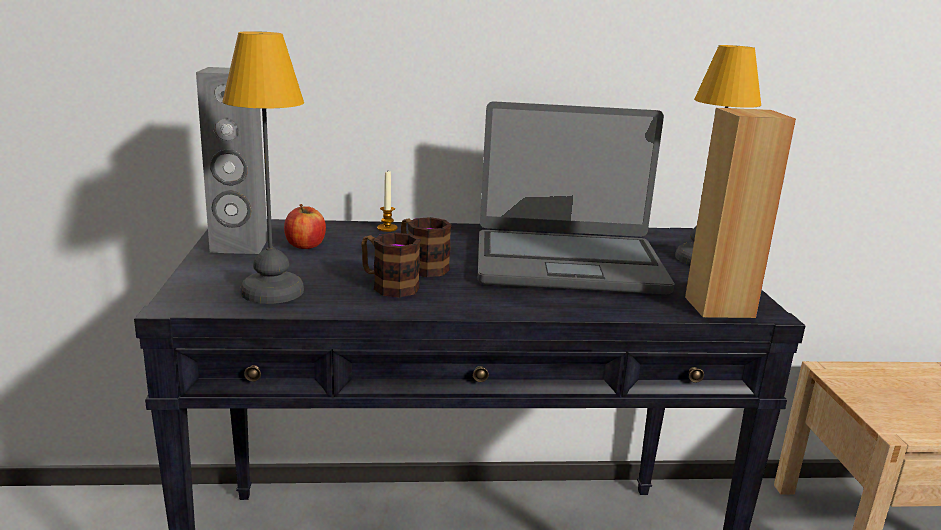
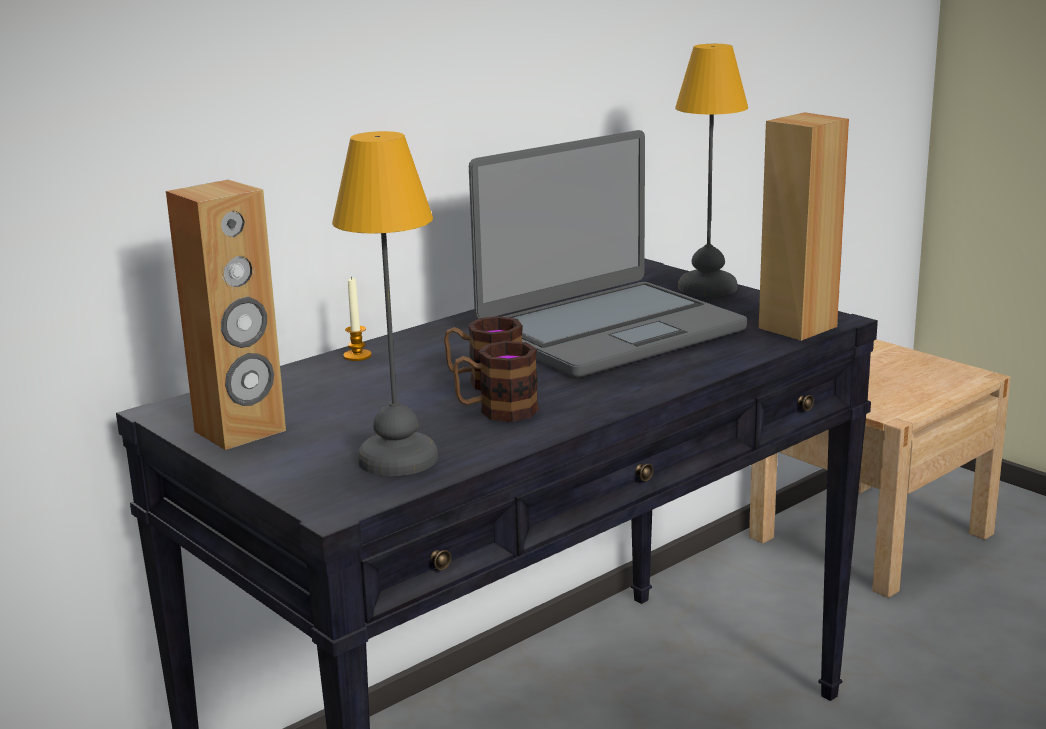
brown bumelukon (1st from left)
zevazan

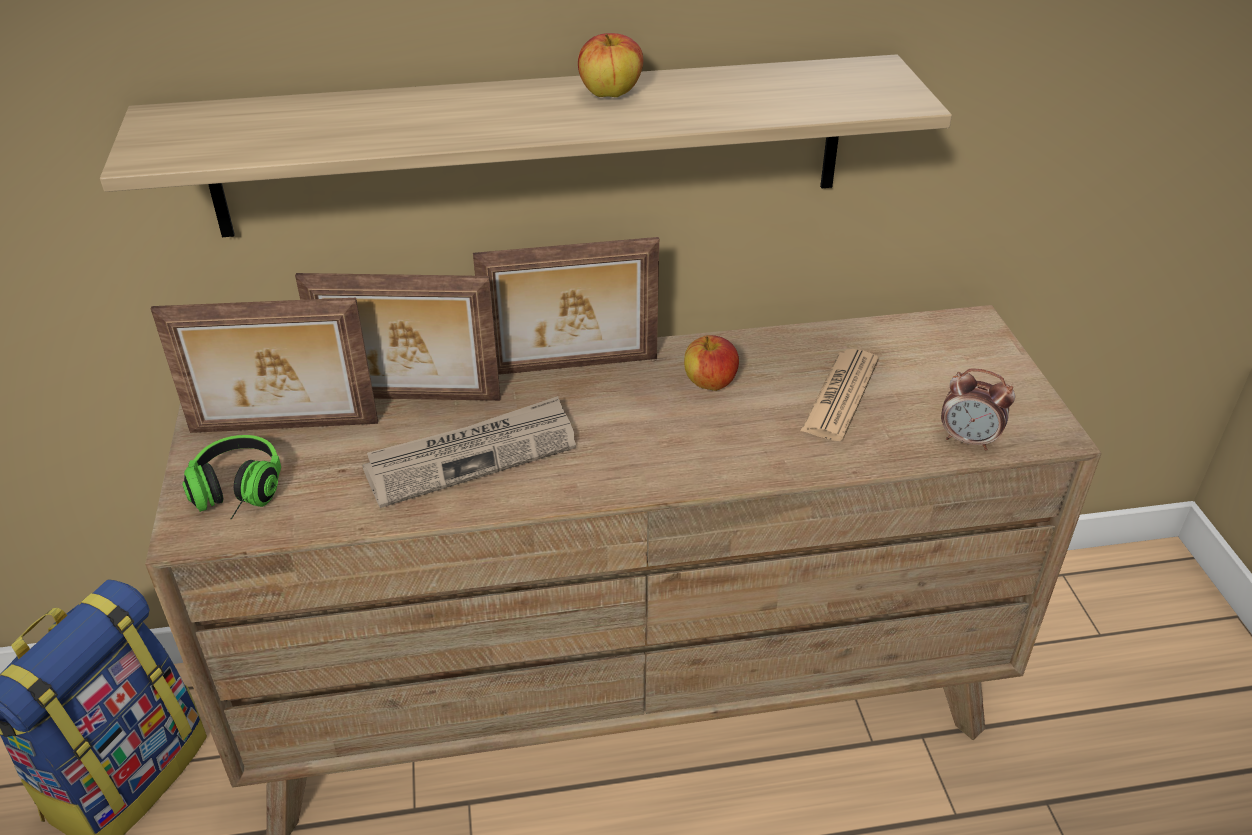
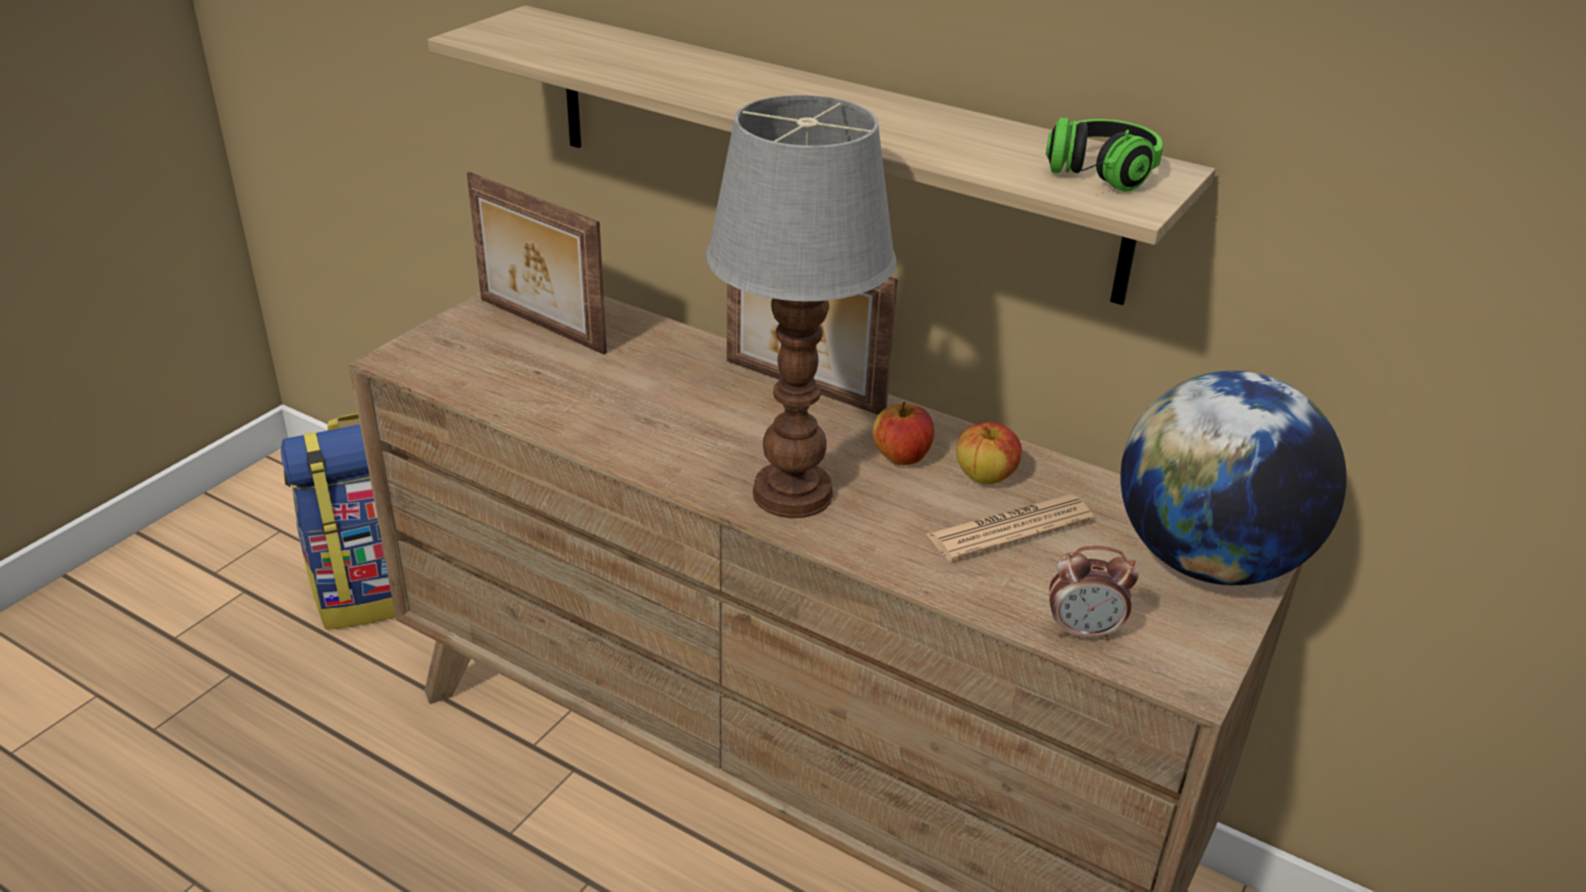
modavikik
zevazan (2nd from left)
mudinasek
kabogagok
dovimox
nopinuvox (2nd from left in the first image)
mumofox (1st from left in the first image)

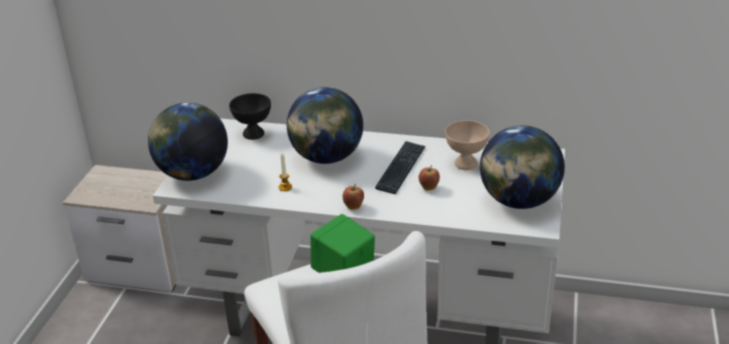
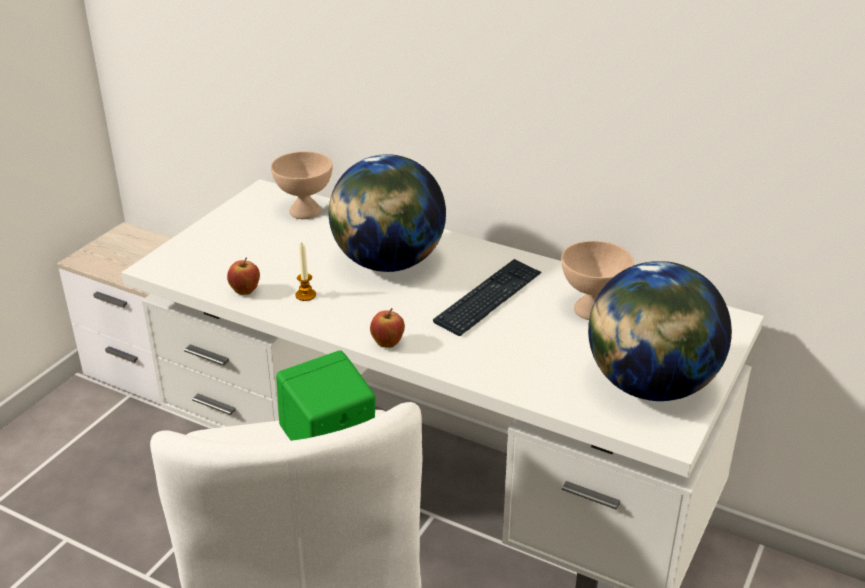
zevazan (1st from left)
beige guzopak (1st from left)
dovimox (1st from left in the first image)

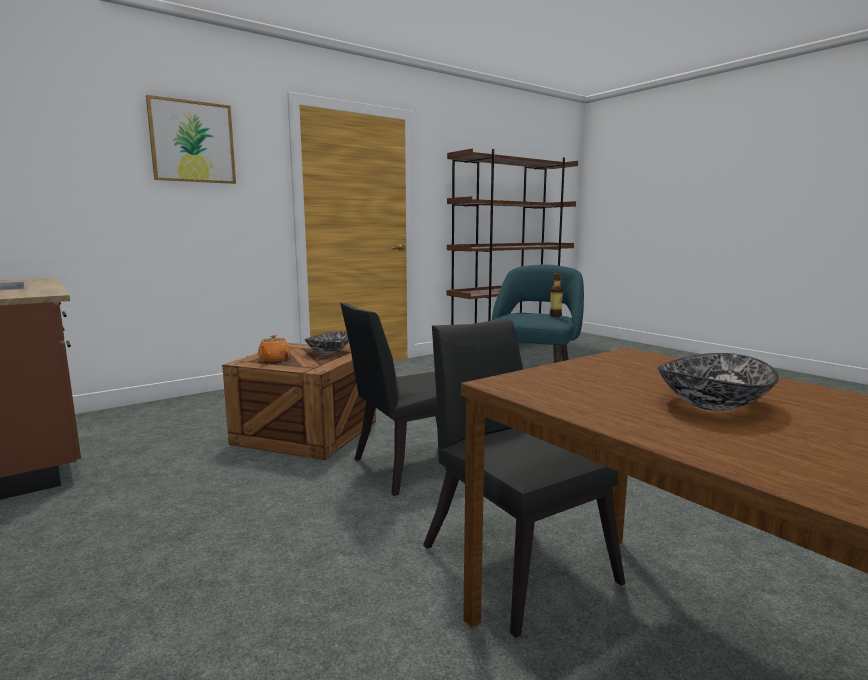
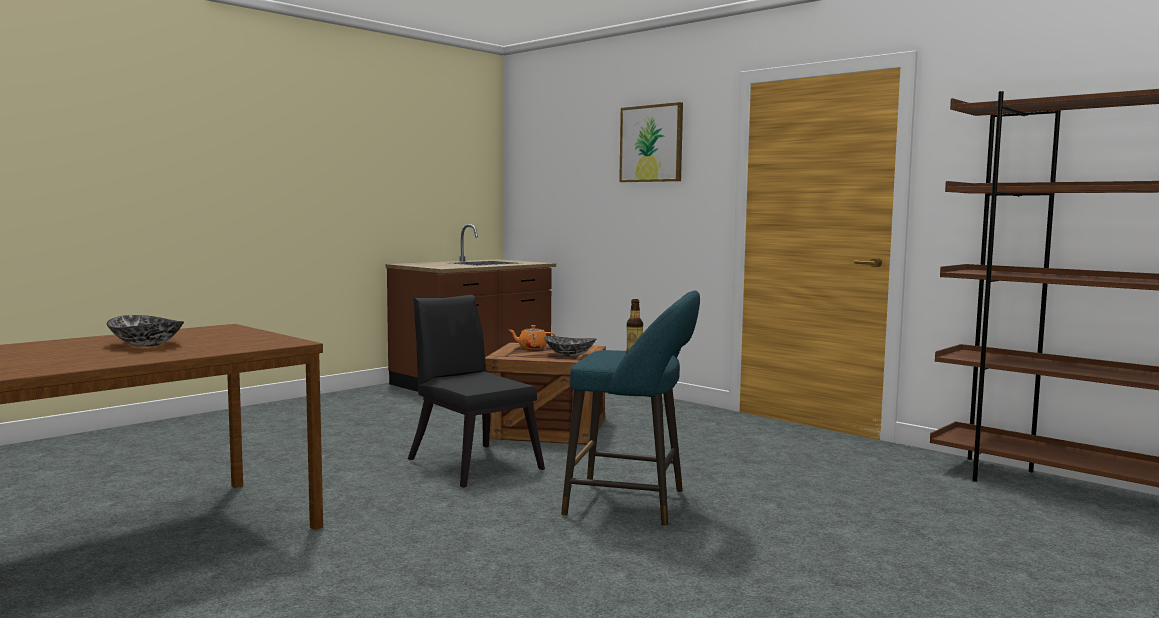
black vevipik (2nd from left in the first image)

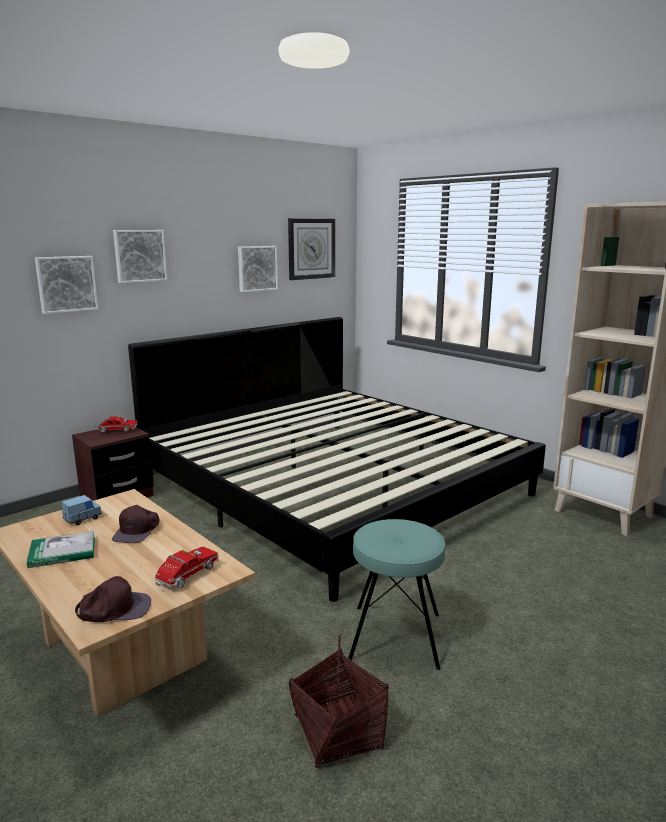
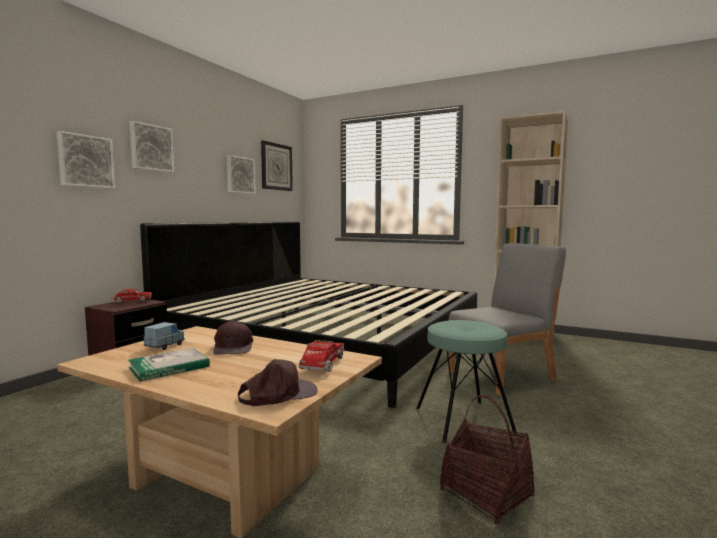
grey vevipik

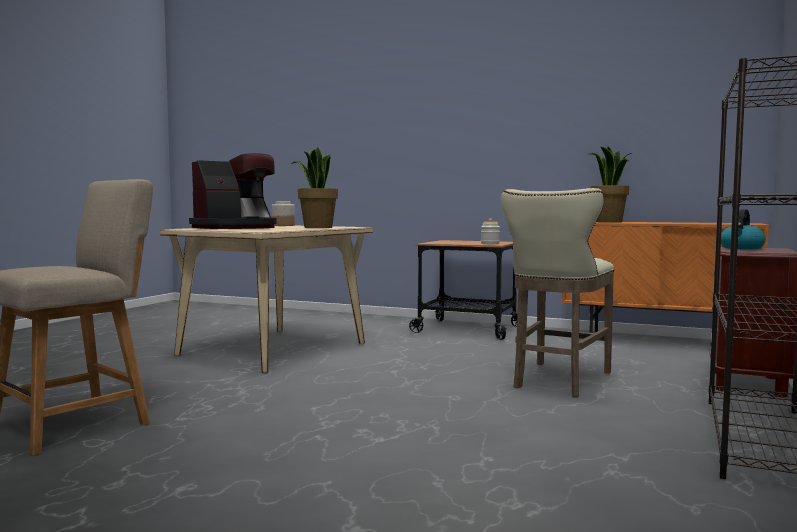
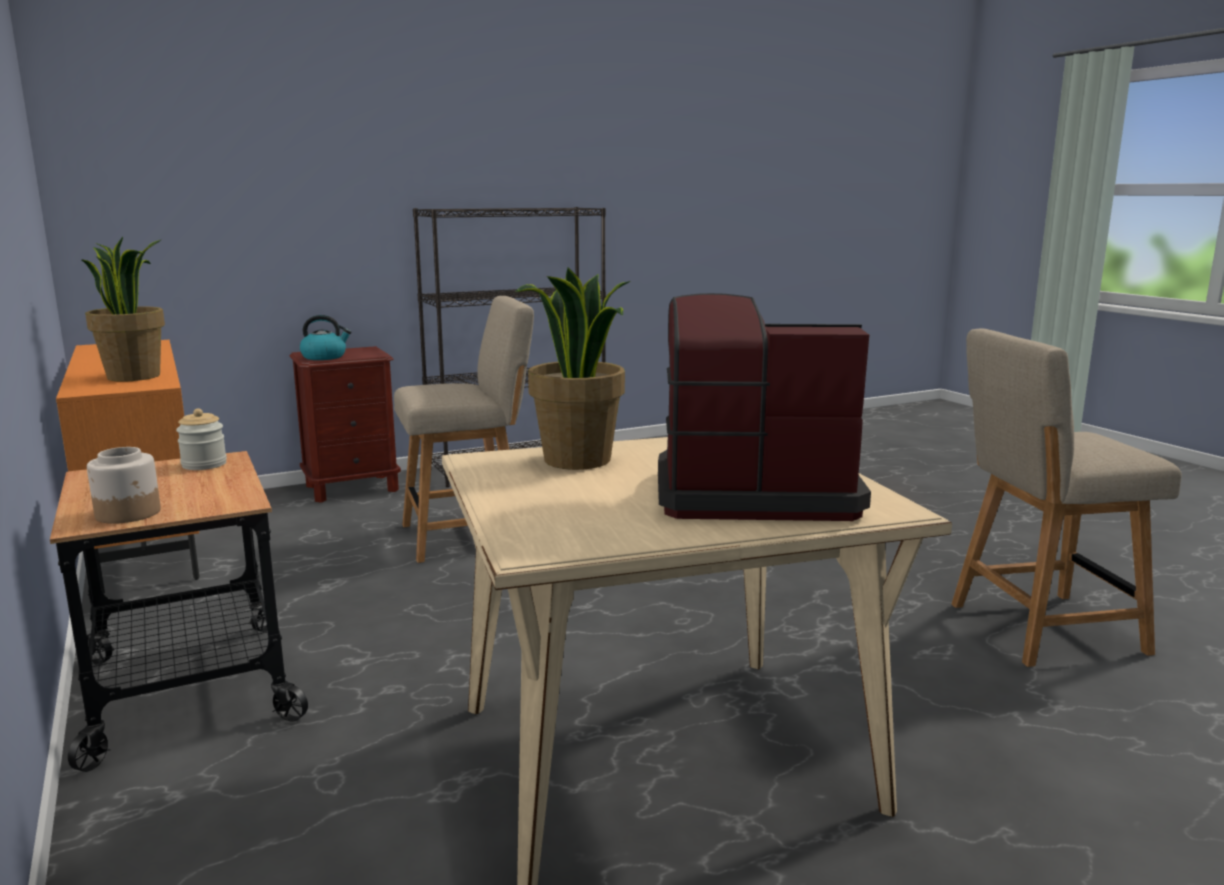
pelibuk (1st from left)
beige vevipik (1st from left)

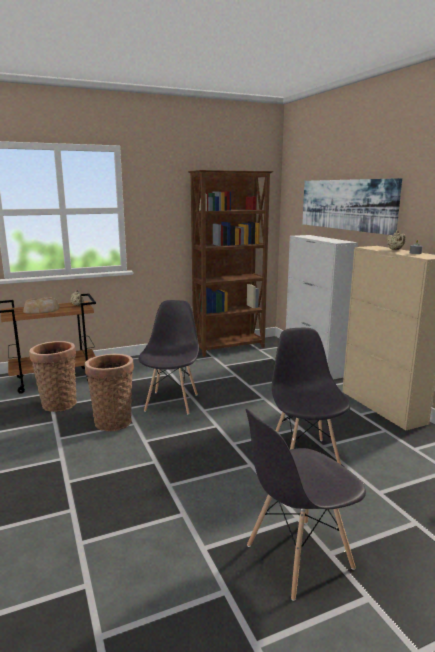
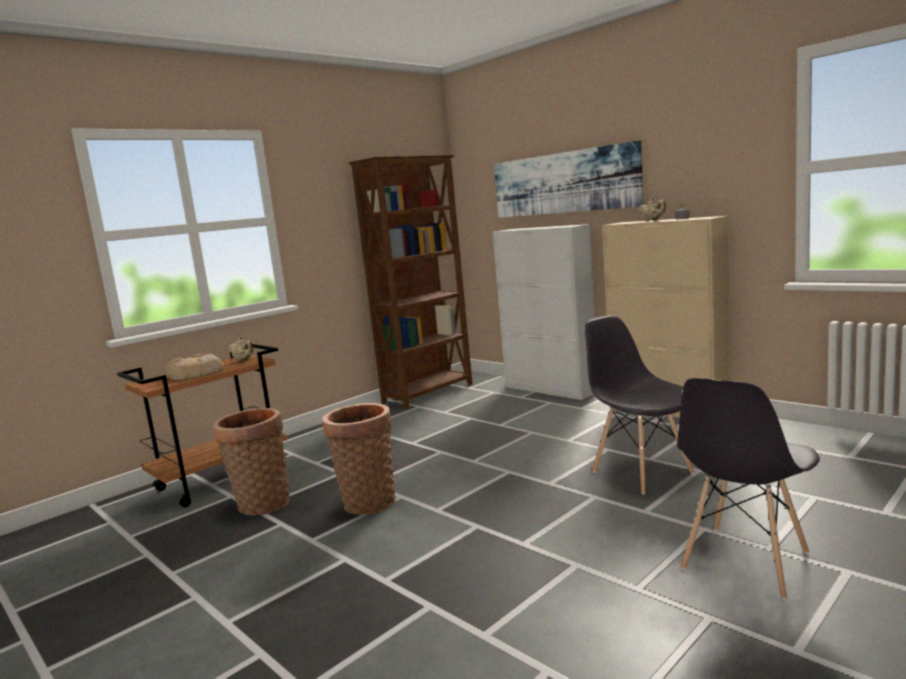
grey vevipik (1st from left in the first image)

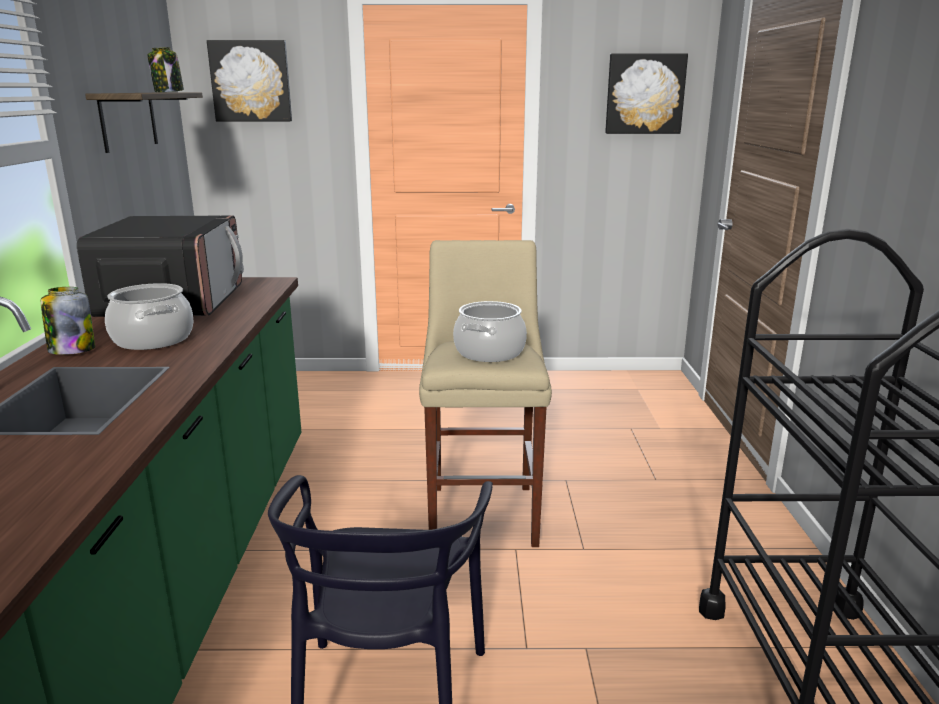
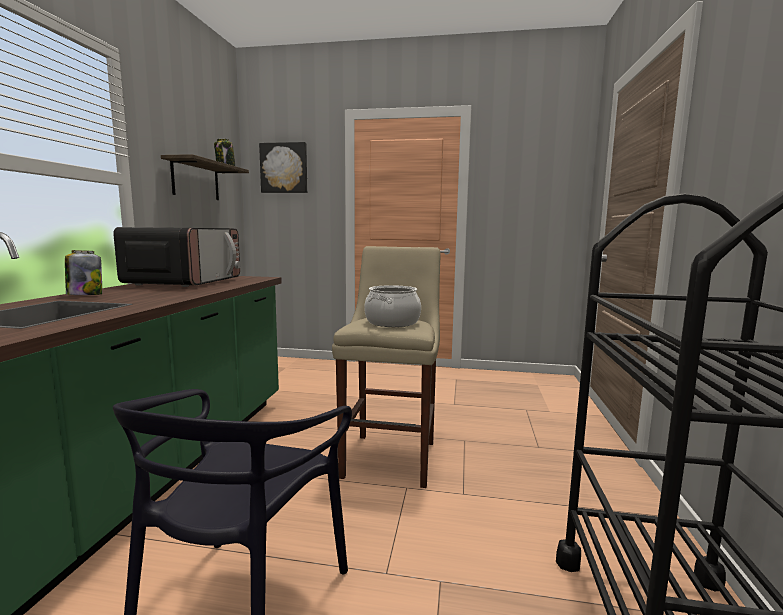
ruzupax (1st from left in the first image)
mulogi (2nd from left in the first image)

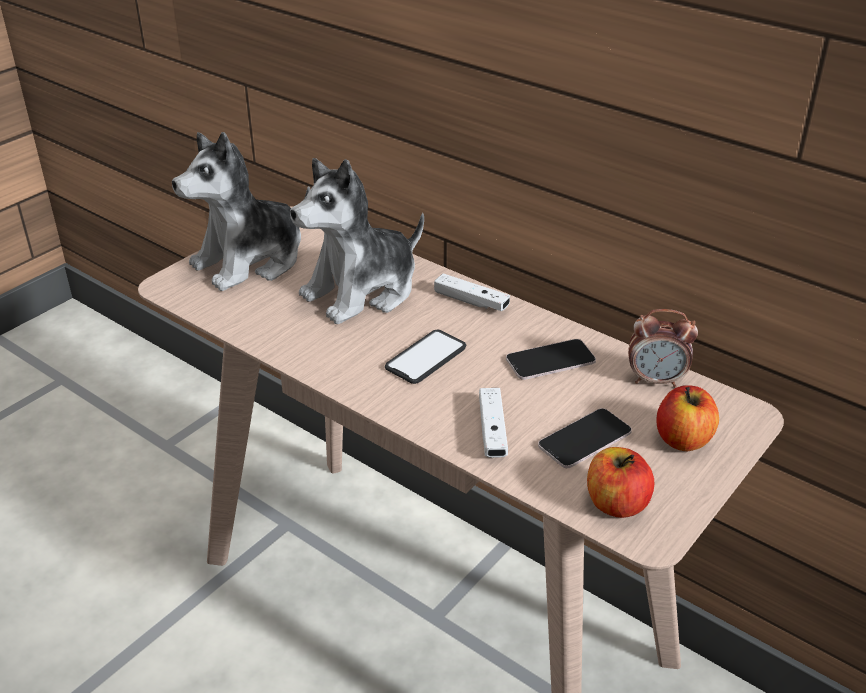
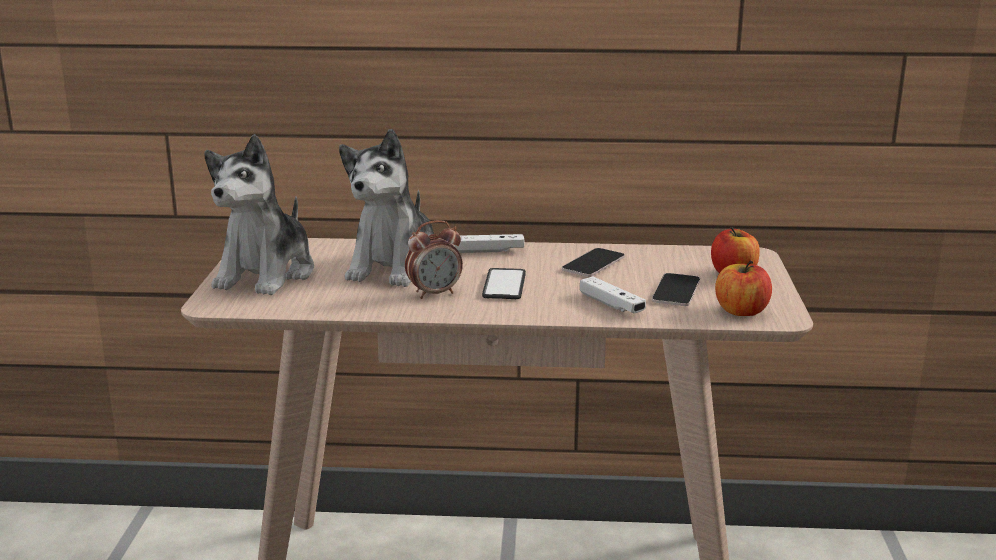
kabogagok

